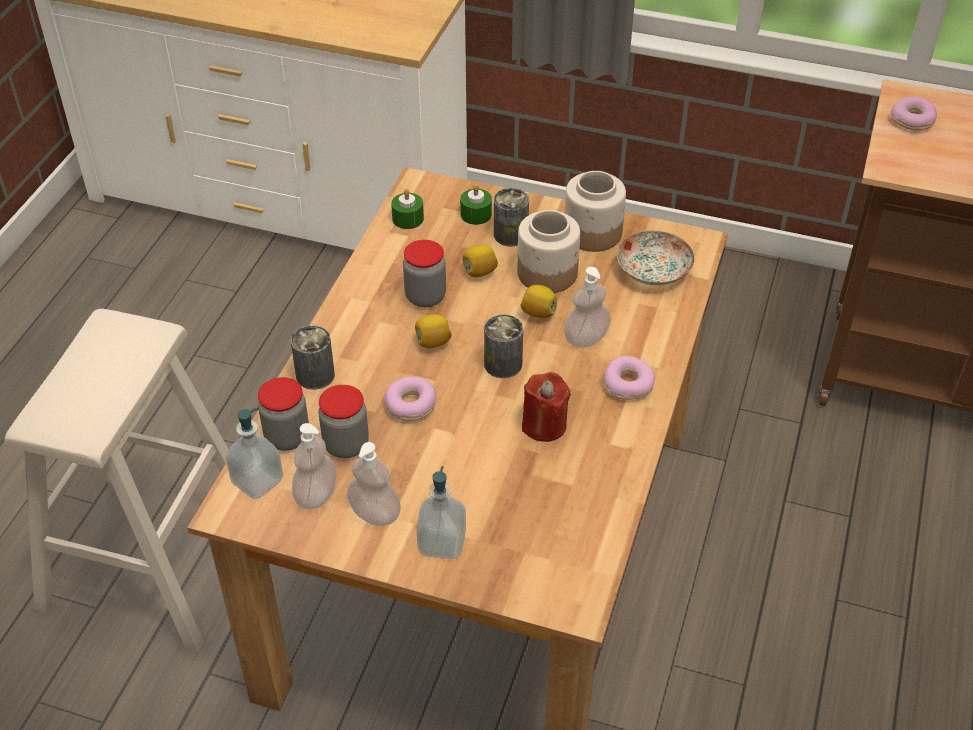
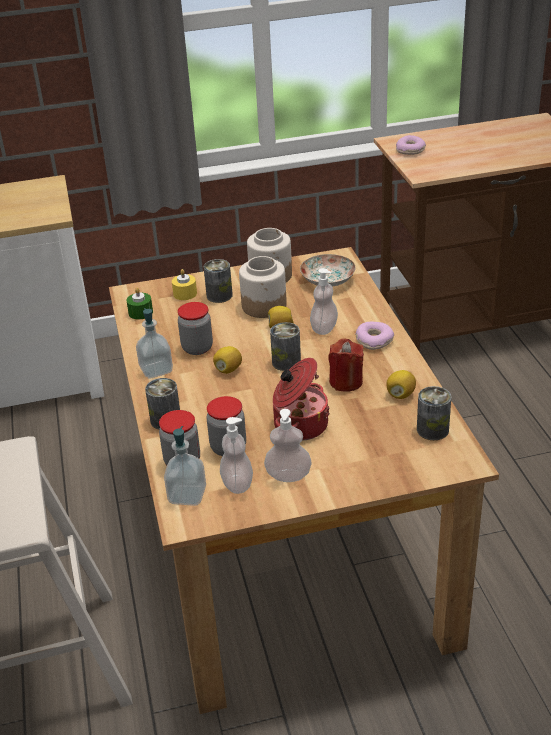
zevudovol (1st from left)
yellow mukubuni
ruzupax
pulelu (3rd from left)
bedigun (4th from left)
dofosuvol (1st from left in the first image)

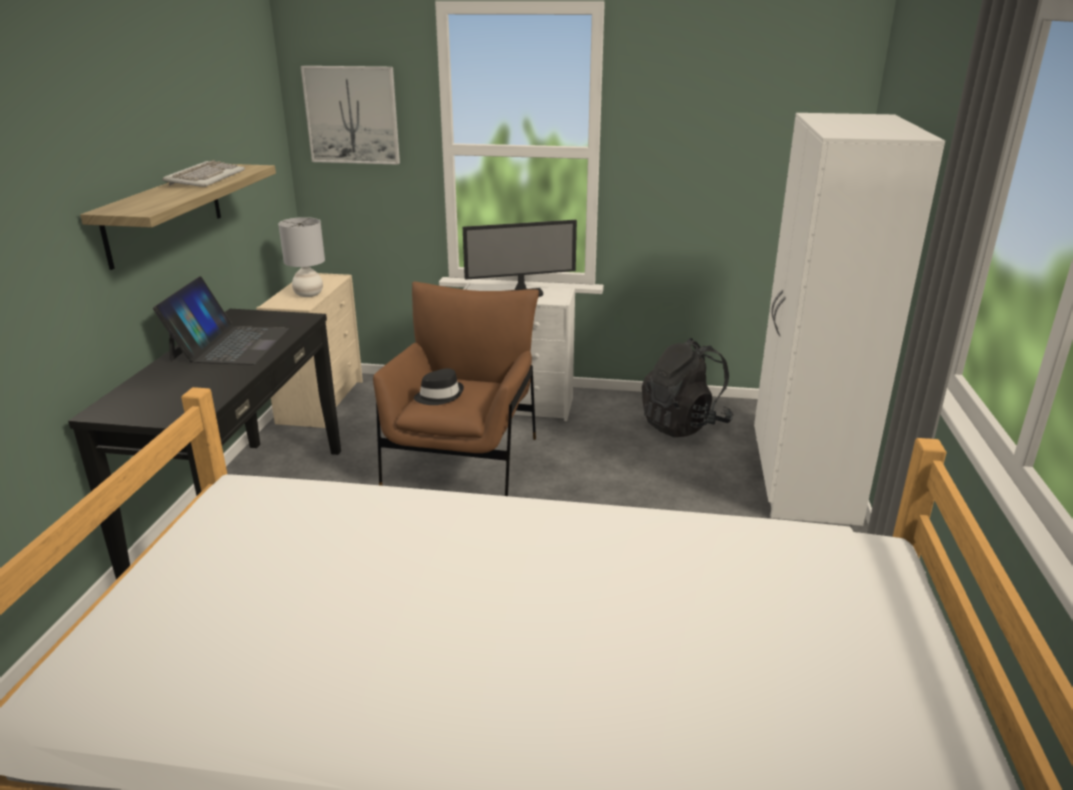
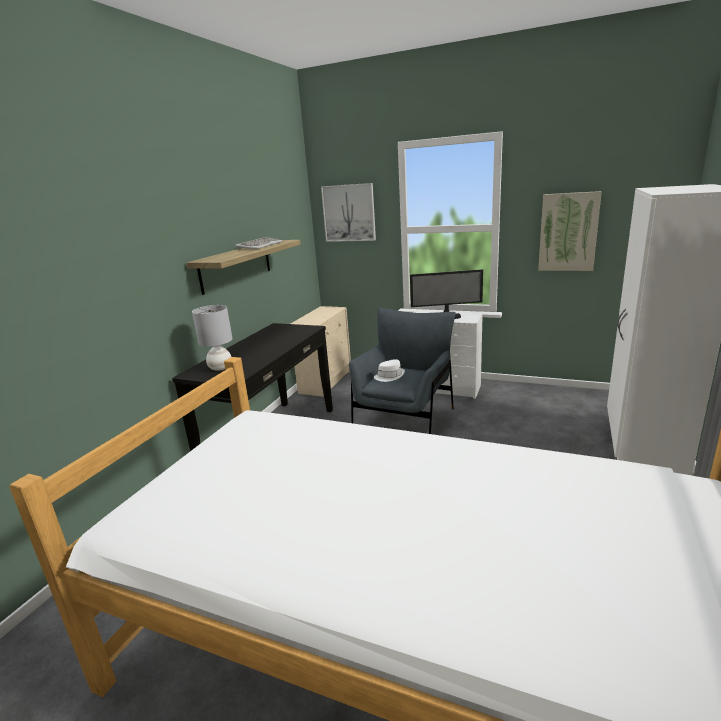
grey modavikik
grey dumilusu
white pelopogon
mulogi (2nd from left)
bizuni
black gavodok

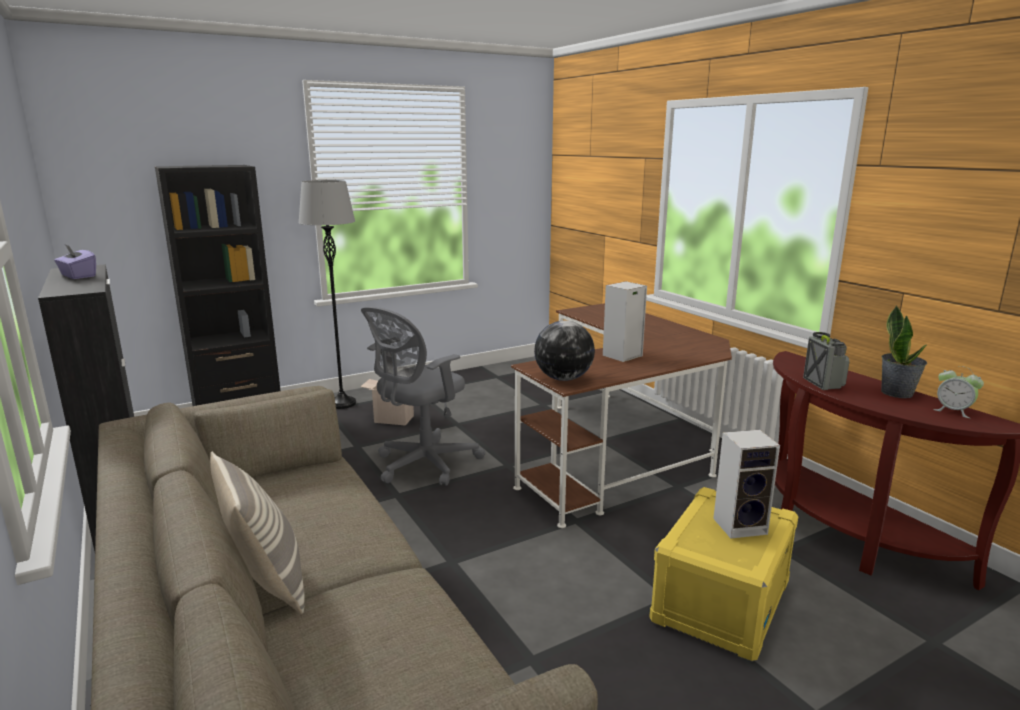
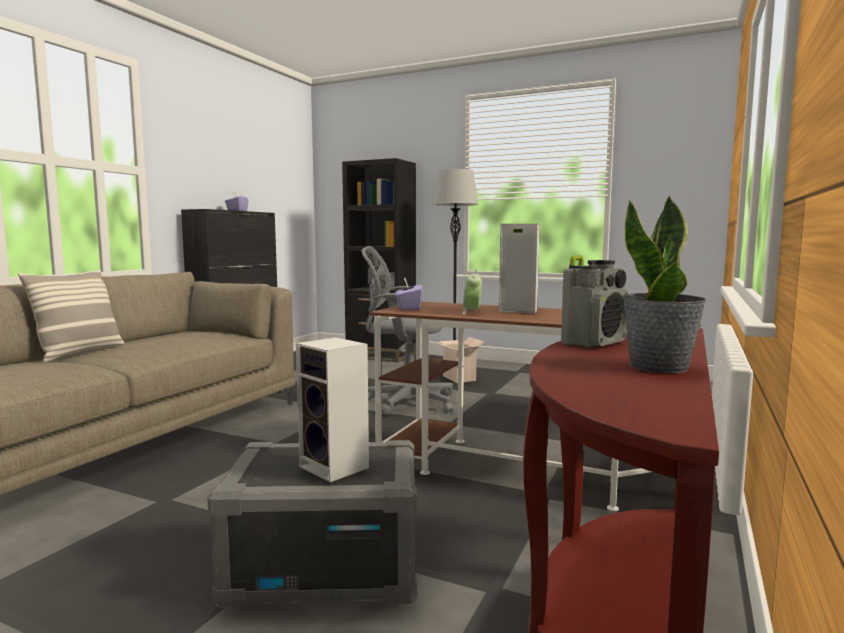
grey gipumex
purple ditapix (2nd from left)
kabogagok

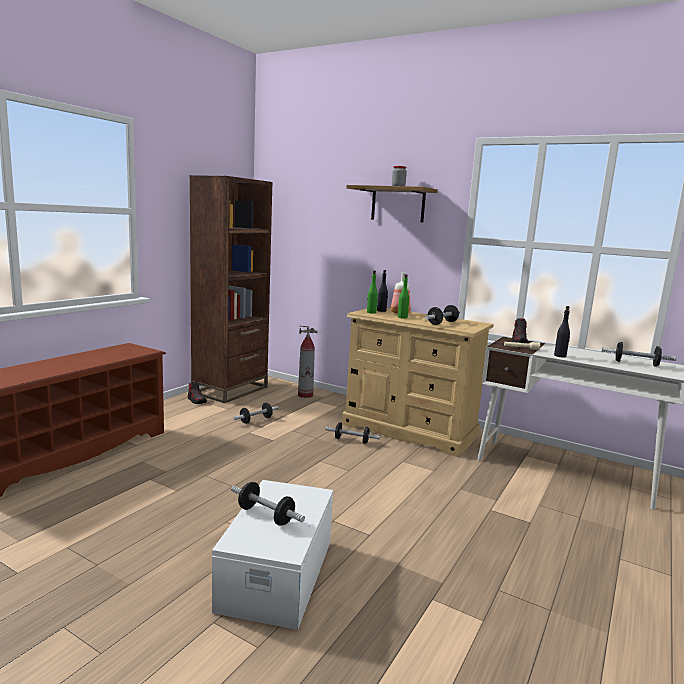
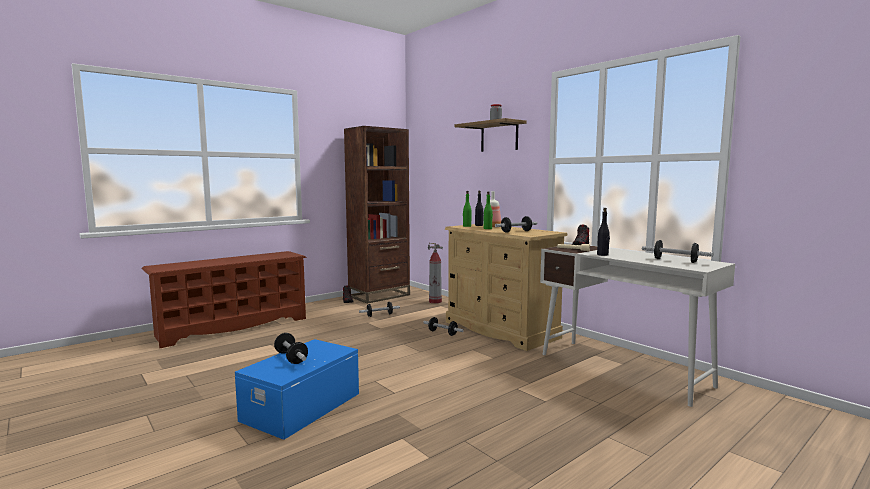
blue gipumex

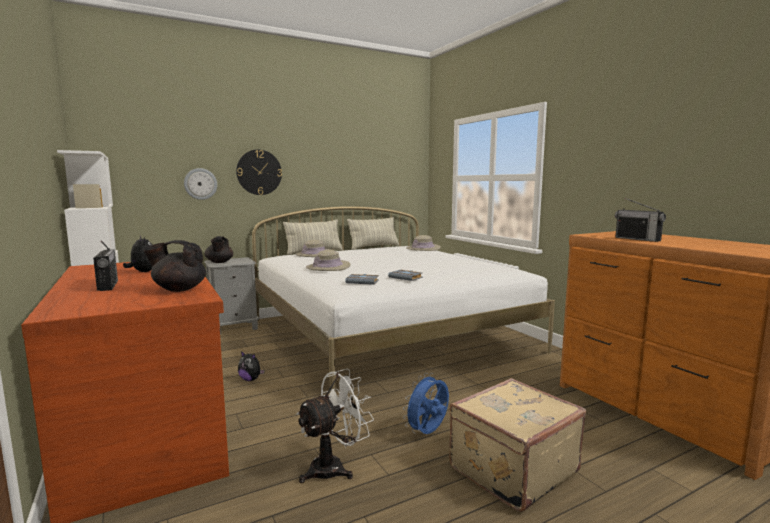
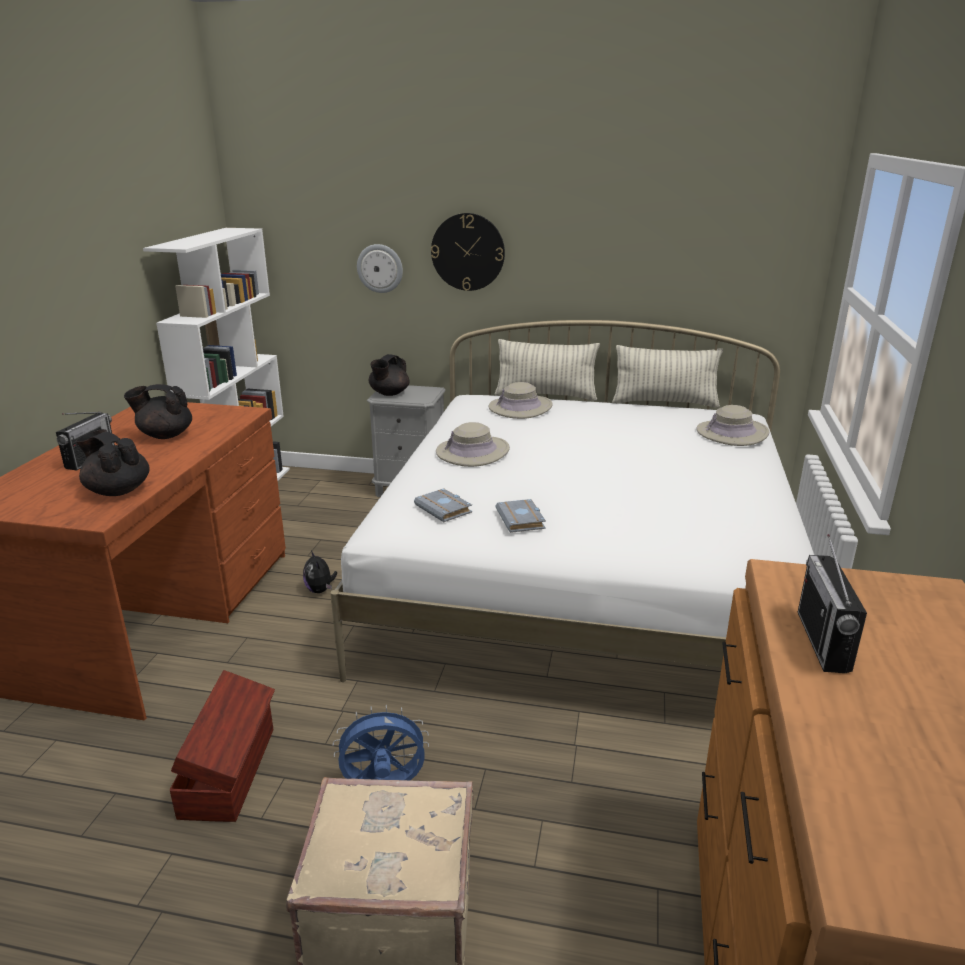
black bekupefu (2nd from left)
brown gipumex

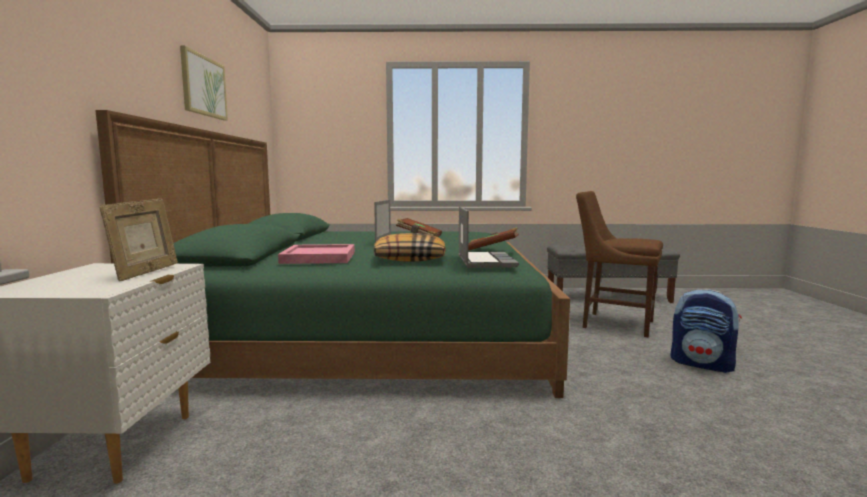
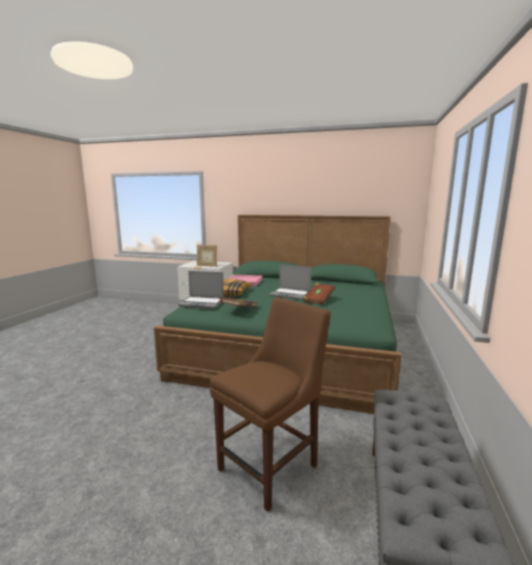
mulogi
gavodok

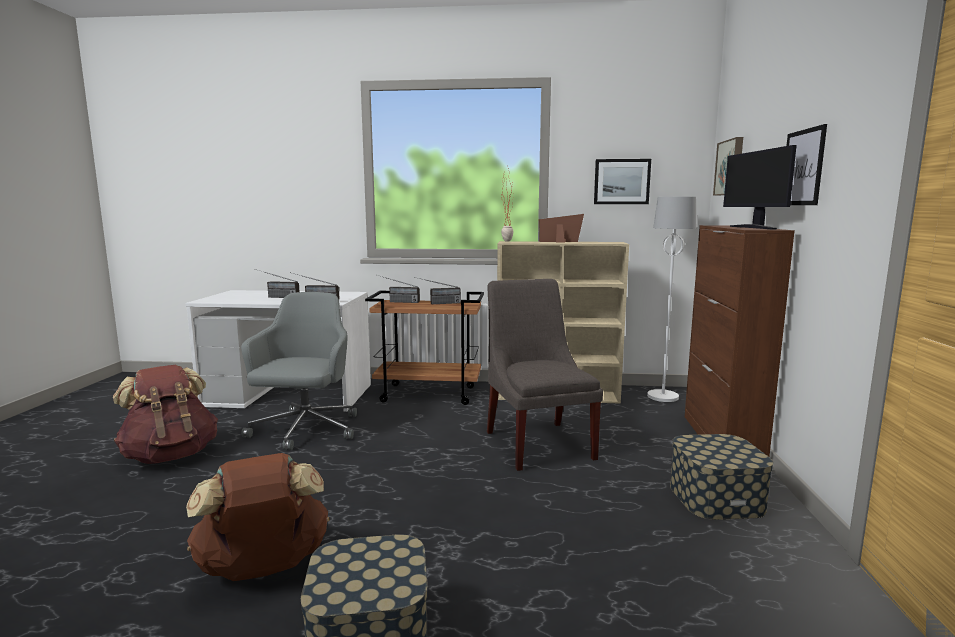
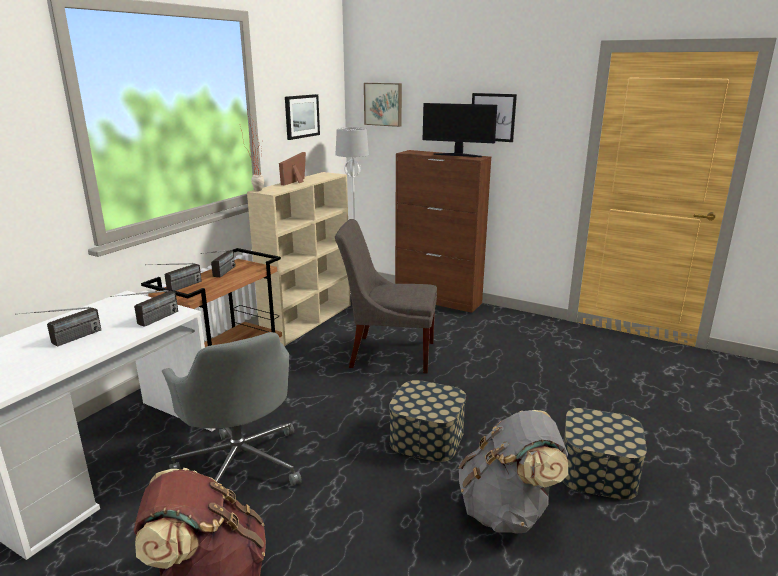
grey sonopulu
gipumex (1st from left)
grey gavodok

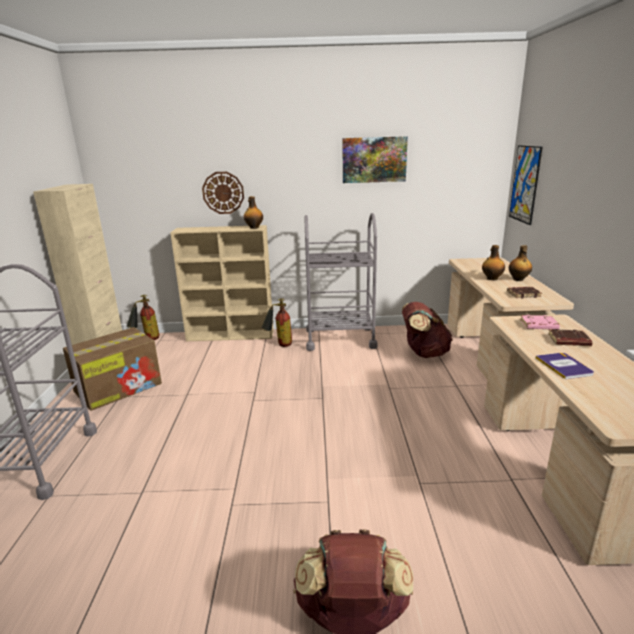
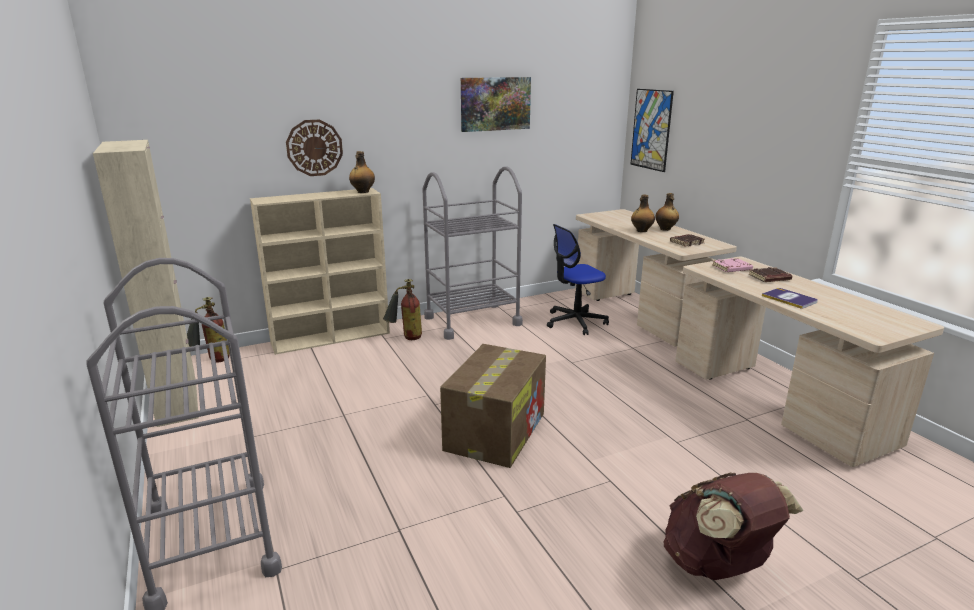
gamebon
sonopulu

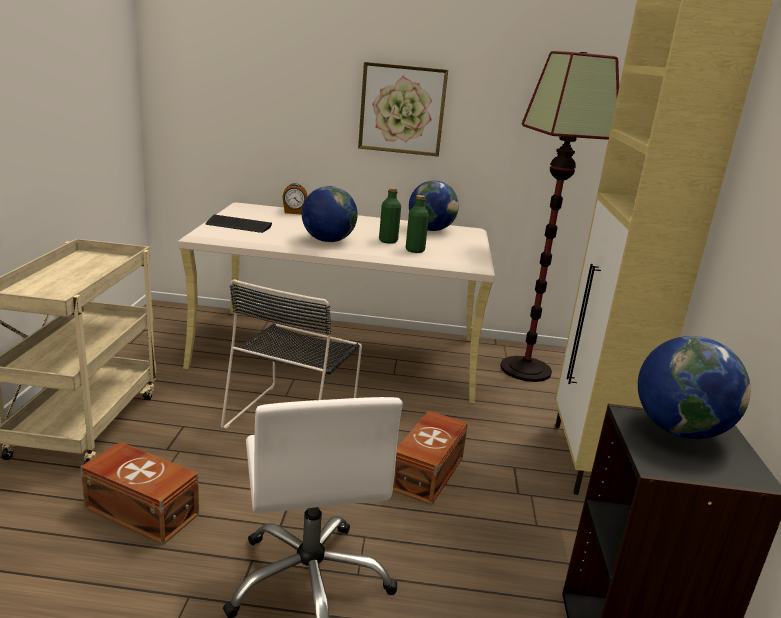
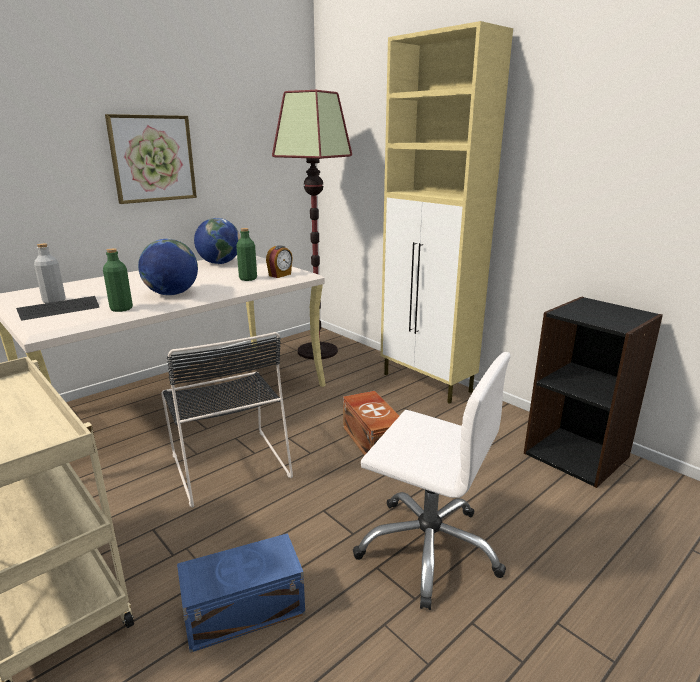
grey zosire
green zosire (1st from left)
blue gipumex
kabogagok
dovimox (3rd from left in the first image)

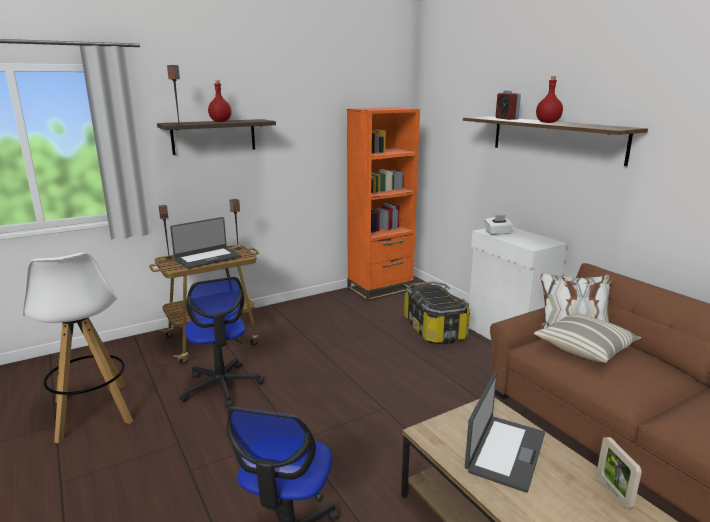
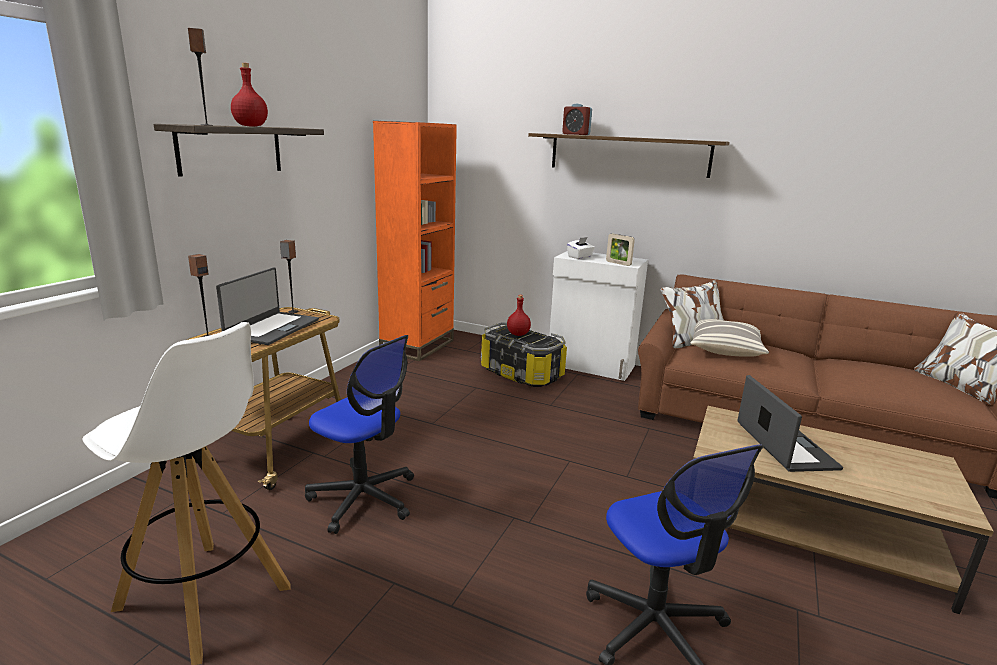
red zosire (2nd from left)
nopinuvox

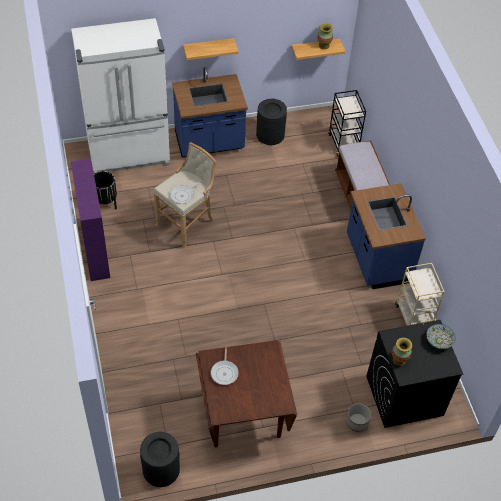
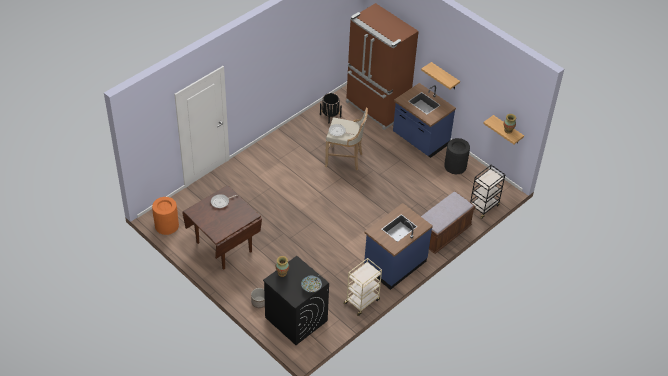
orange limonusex
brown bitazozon
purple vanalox

